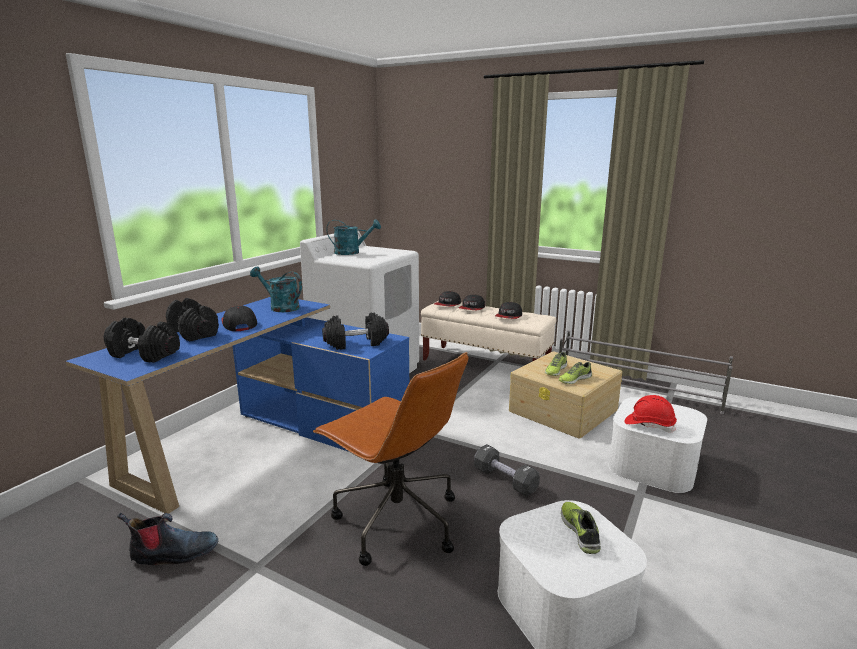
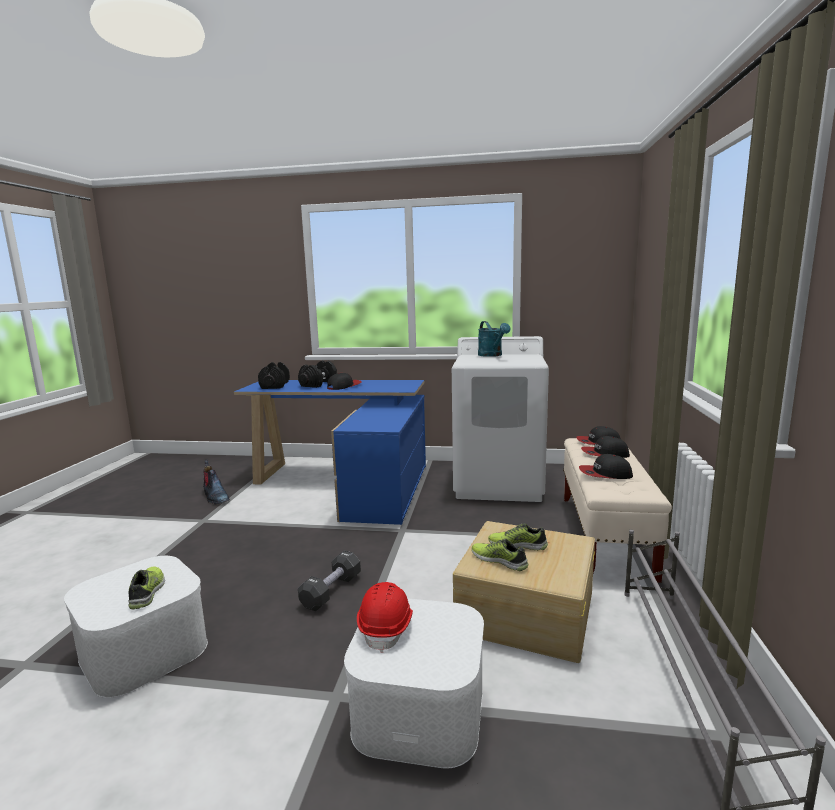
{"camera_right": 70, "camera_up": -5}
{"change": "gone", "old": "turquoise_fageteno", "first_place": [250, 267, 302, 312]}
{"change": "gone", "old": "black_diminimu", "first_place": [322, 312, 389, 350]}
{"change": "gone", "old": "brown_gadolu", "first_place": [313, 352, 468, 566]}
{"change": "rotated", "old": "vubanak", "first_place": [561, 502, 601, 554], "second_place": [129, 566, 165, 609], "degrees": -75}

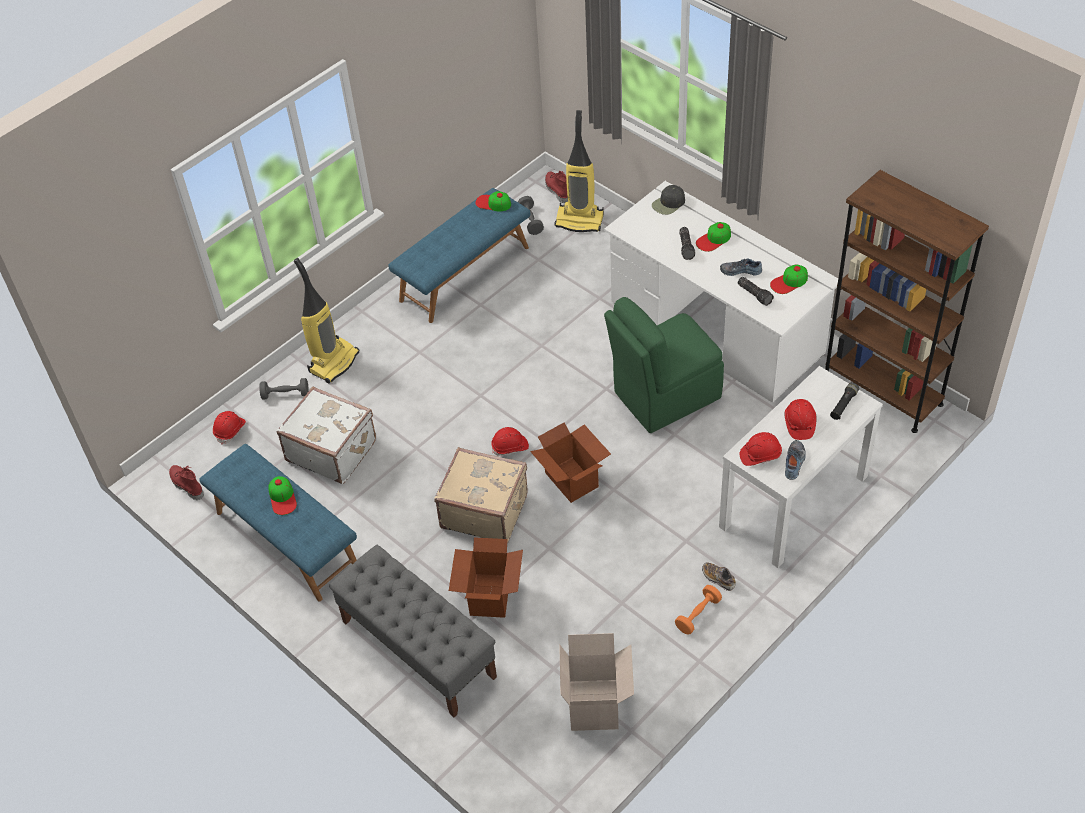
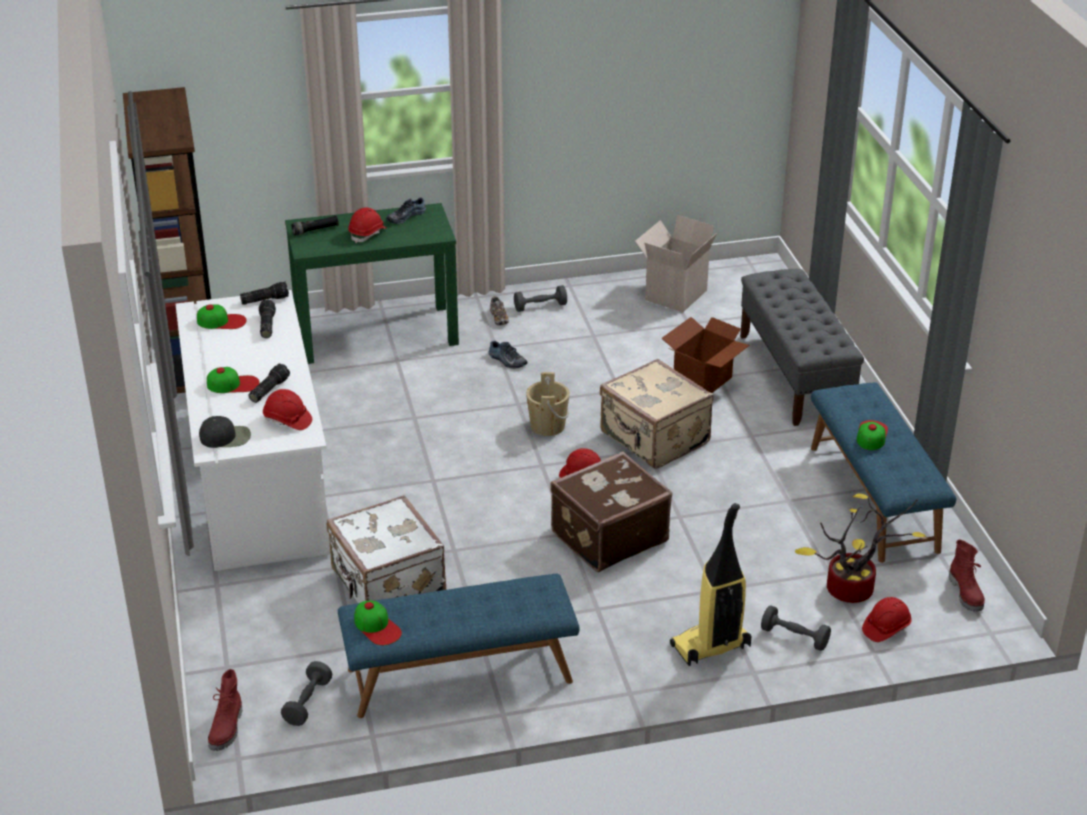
{"camera_right": -150, "camera_up": -15}
{"change": "gone", "old": "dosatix", "first_place": [554, 110, 604, 232]}
{"change": "shifted", "old": "vubanak", "first_place": [720, 259, 762, 276], "second_place": [489, 341, 527, 369]}
{"change": "gone", "old": "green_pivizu", "first_place": [604, 297, 724, 433]}
{"change": "repainted", "old": "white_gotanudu", "new": "green_gotanudu", "first_place": [719, 366, 883, 568], "second_place": [285, 203, 459, 364]}
{"change": "shifted", "old": "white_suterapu", "first_place": [277, 386, 376, 484], "second_place": [327, 495, 446, 603]}
{"change": "swapped", "old": "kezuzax", "new": "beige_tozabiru", "first_place": [530, 423, 611, 503], "second_place": [526, 372, 570, 436]}
{"change": "shifted", "old": "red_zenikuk", "first_place": [740, 432, 782, 466], "second_place": [263, 389, 312, 430]}
{"change": "repainted", "old": "orange_diminimu", "new": "grey_diminimu", "first_place": [675, 585, 722, 635], "second_place": [514, 285, 567, 312]}
{"change": "new", "new": "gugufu", "second_place": [240, 282, 289, 305]}
{"change": "new", "new": "brown_suterapu", "second_place": [550, 451, 672, 572]}
{"change": "new", "new": "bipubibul", "second_place": [795, 493, 927, 603]}

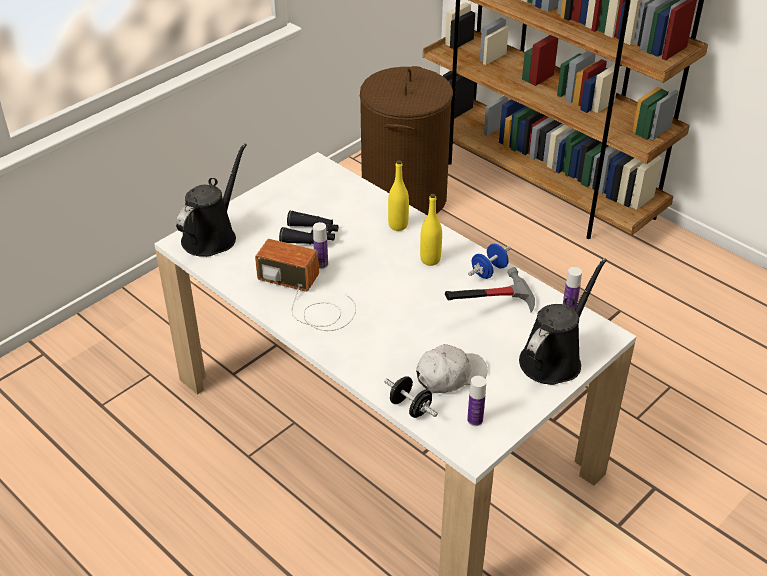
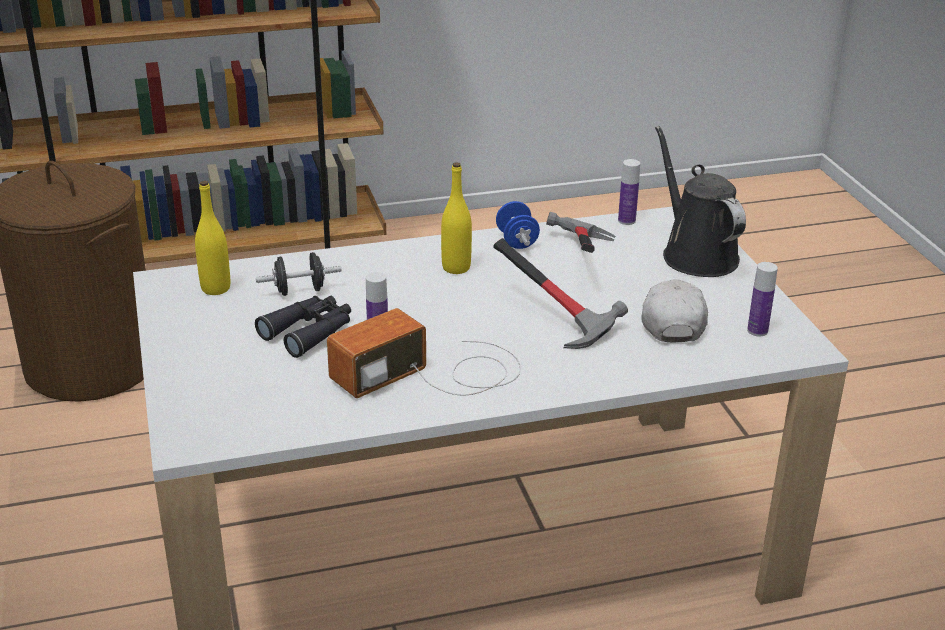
{"camera_right": -60, "camera_up": -10}
{"change": "gone", "old": "black_fageteno", "first_place": [176, 143, 247, 257]}
{"change": "shifted", "old": "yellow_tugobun", "first_place": [388, 160, 409, 231], "second_place": [195, 180, 230, 295]}
{"change": "shifted", "old": "black_diminimu", "first_place": [384, 376, 438, 418], "second_place": [256, 252, 342, 296]}
{"change": "new", "new": "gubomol", "second_place": [493, 238, 628, 349]}

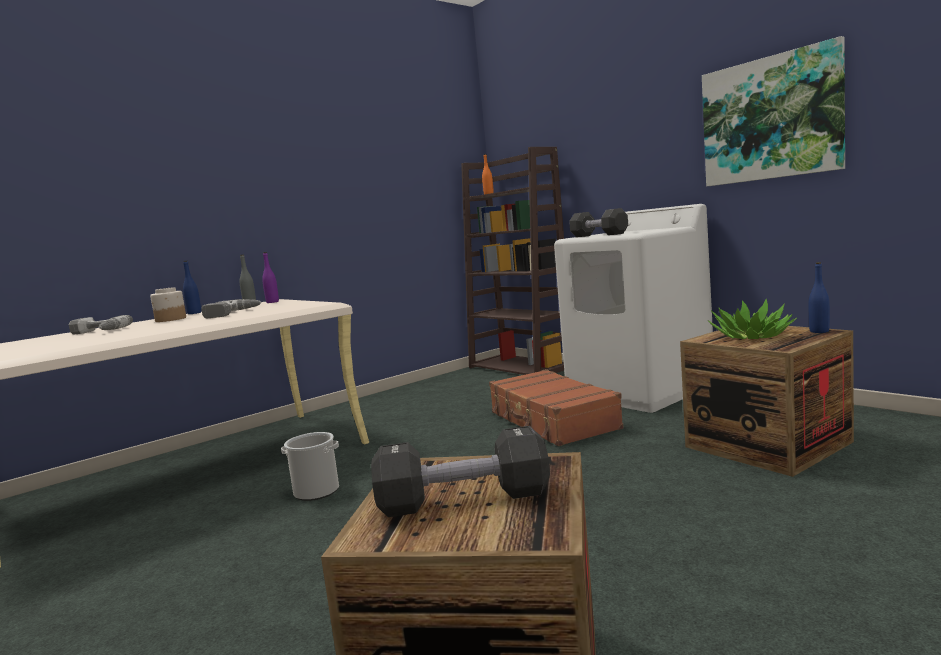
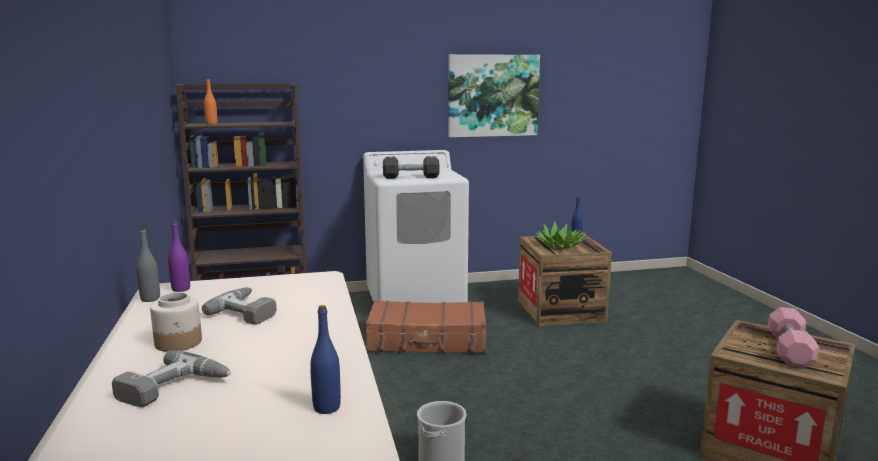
{"camera_right": -65, "camera_up": 5}
{"change": "shifted", "old": "blue_tugobun", "first_place": [183, 261, 201, 314], "second_place": [310, 305, 341, 414]}
{"change": "repainted", "old": "black_diminimu", "new": "pink_diminimu", "first_place": [371, 426, 550, 517], "second_place": [768, 307, 819, 368]}

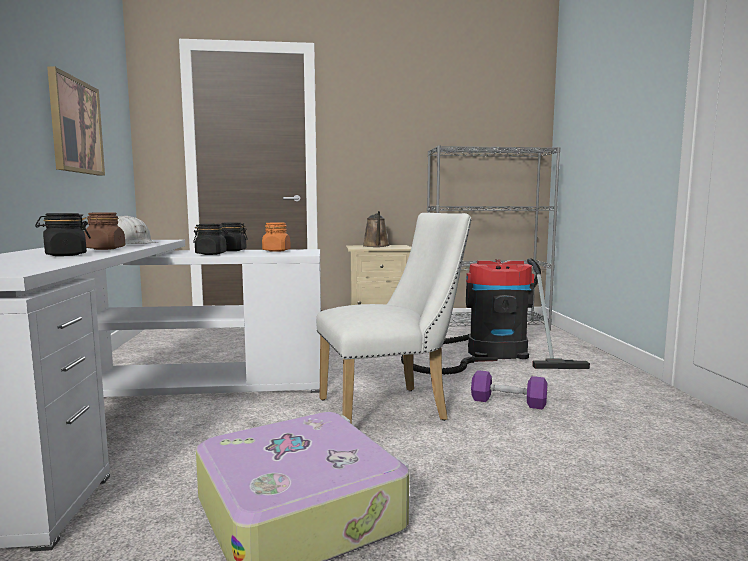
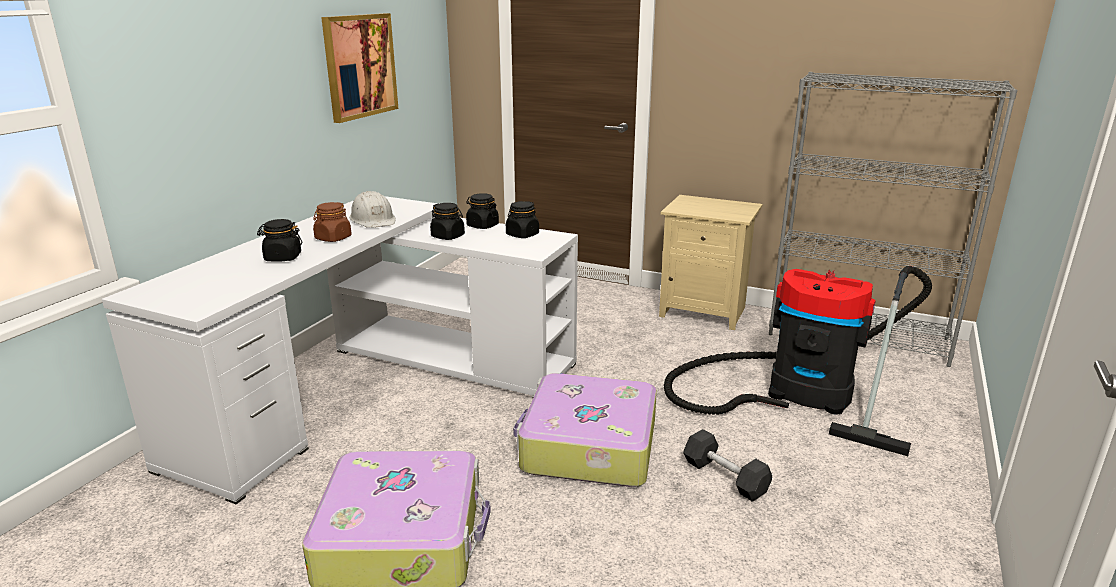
{"camera_right": 30, "camera_up": 15}
{"change": "gone", "old": "brown_fageteno", "first_place": [363, 211, 390, 247]}
{"change": "swapped", "old": "white_pivizu", "new": "suterapu", "first_place": [316, 213, 471, 424], "second_place": [513, 373, 657, 487]}
{"change": "repainted", "old": "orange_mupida", "new": "black_mupida", "first_place": [262, 223, 291, 252], "second_place": [506, 201, 539, 238]}
{"change": "repainted", "old": "purple_diminimu", "new": "grey_diminimu", "first_place": [471, 370, 547, 409], "second_place": [683, 429, 772, 502]}

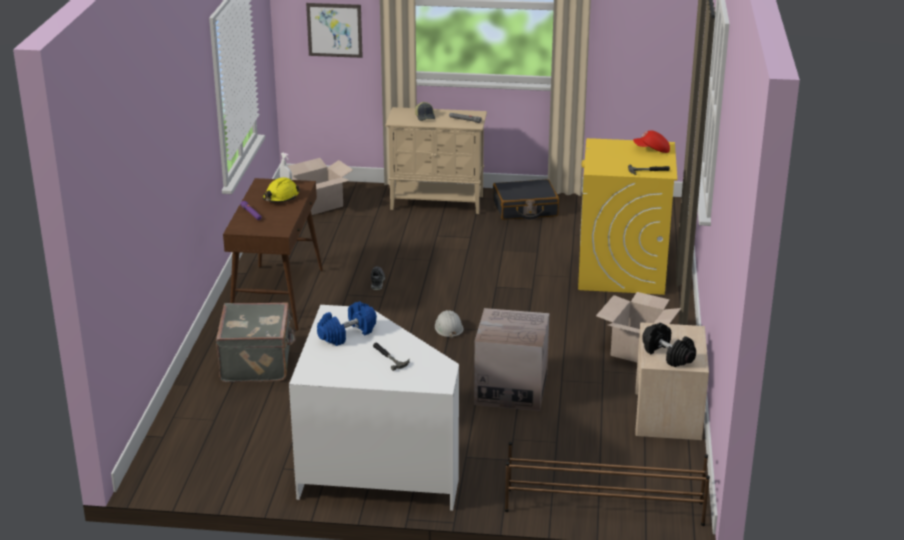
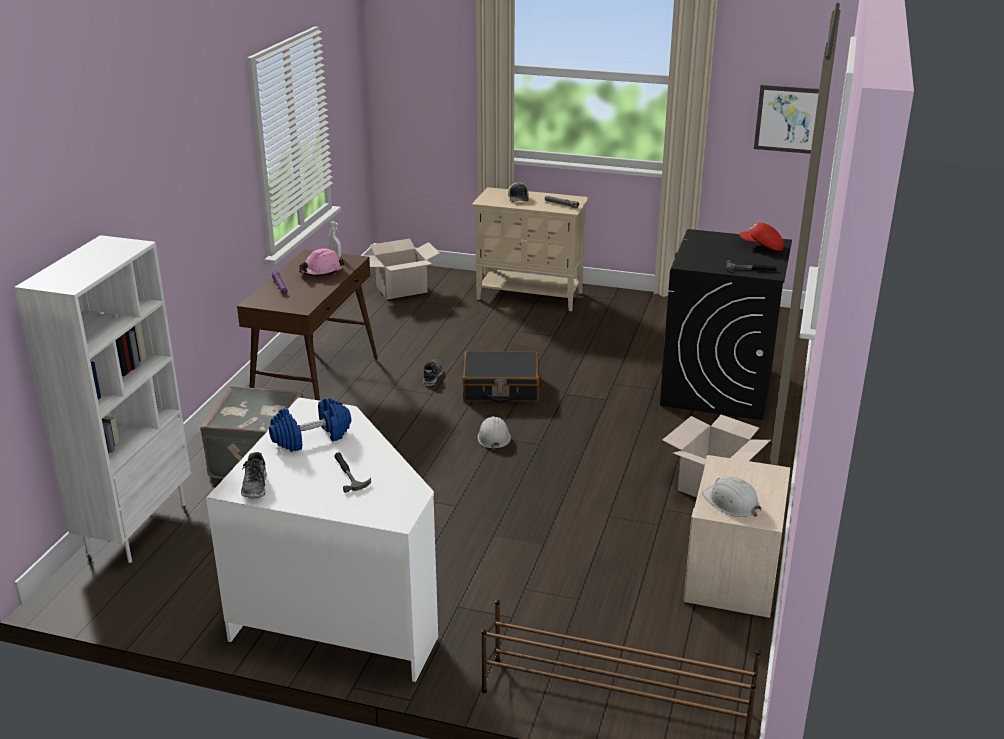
{"camera_right": 10, "camera_up": 0}
{"change": "shifted", "old": "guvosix", "first_place": [306, 3, 363, 58], "second_place": [754, 85, 819, 154]}
{"change": "repainted", "old": "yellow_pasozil", "new": "black_pasozil", "first_place": [578, 138, 677, 295], "second_place": [660, 229, 792, 420]}
{"change": "repainted", "old": "yellow_zenikuk", "new": "pink_zenikuk", "first_place": [263, 177, 300, 202], "second_place": [299, 248, 344, 276]}
{"change": "shifted", "old": "black_suterapu", "first_place": [493, 179, 559, 220], "second_place": [463, 351, 539, 403]}
{"change": "gone", "old": "kezuzax", "first_place": [474, 308, 549, 411]}
{"change": "swapped", "old": "black_diminimu", "new": "white_zenikuk", "first_place": [642, 323, 696, 367], "second_place": [702, 476, 761, 517]}
{"change": "new", "new": "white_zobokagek", "second_place": [14, 235, 191, 563]}
{"change": "new", "new": "vubanak", "second_place": [241, 452, 267, 499]}

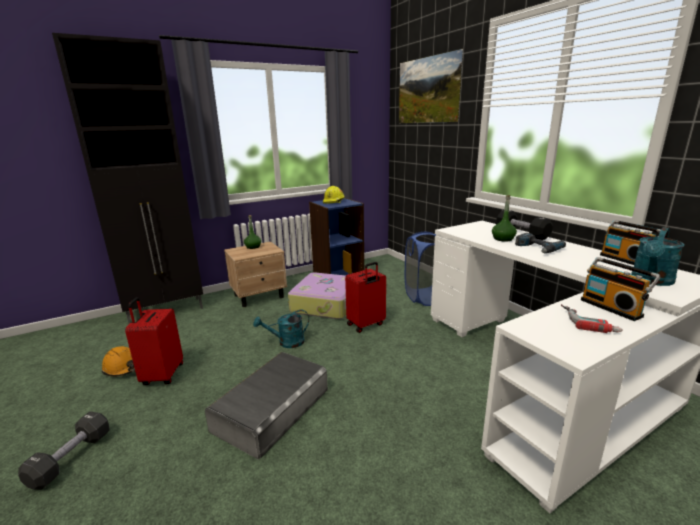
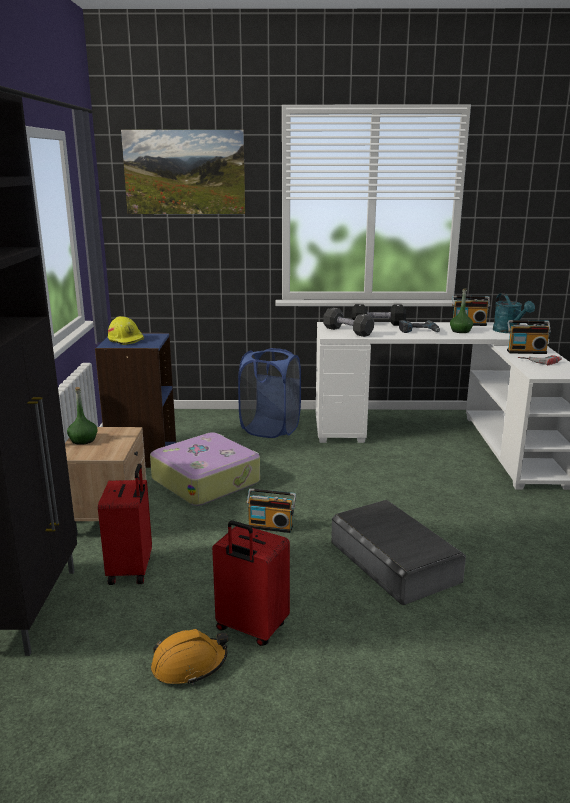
{"camera_right": -60, "camera_up": 0}
{"change": "shifted", "old": "green_tugobun", "first_place": [492, 195, 517, 242], "second_place": [450, 288, 473, 333]}
{"change": "shifted", "old": "red_suterapu", "first_place": [345, 262, 386, 333], "second_place": [98, 464, 152, 585]}
{"change": "swapped", "old": "turquoise_fageteno", "new": "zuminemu", "first_place": [253, 310, 309, 348], "second_place": [246, 488, 296, 533]}
{"change": "shifted", "old": "black_diminimu", "first_place": [18, 411, 110, 490], "second_place": [323, 307, 374, 337]}

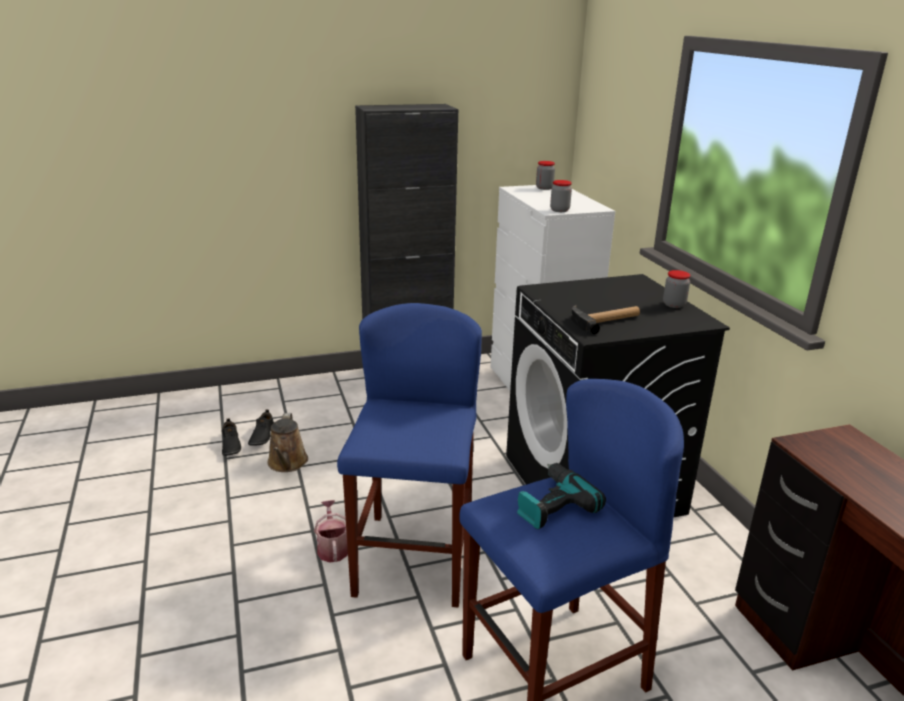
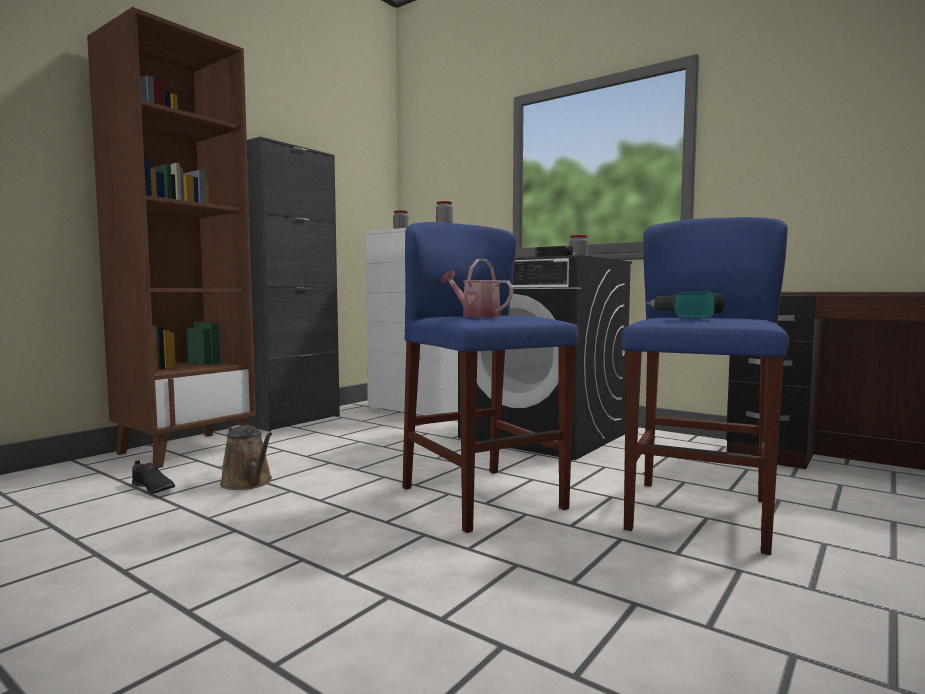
{"camera_right": -35, "camera_up": -20}
{"change": "gone", "old": "black_vubanak", "first_place": [248, 410, 274, 445]}
{"change": "shifted", "old": "fageteno", "first_place": [314, 500, 348, 562], "second_place": [440, 259, 514, 317]}
{"change": "new", "new": "brown_zobokagek", "second_place": [87, 7, 256, 468]}

